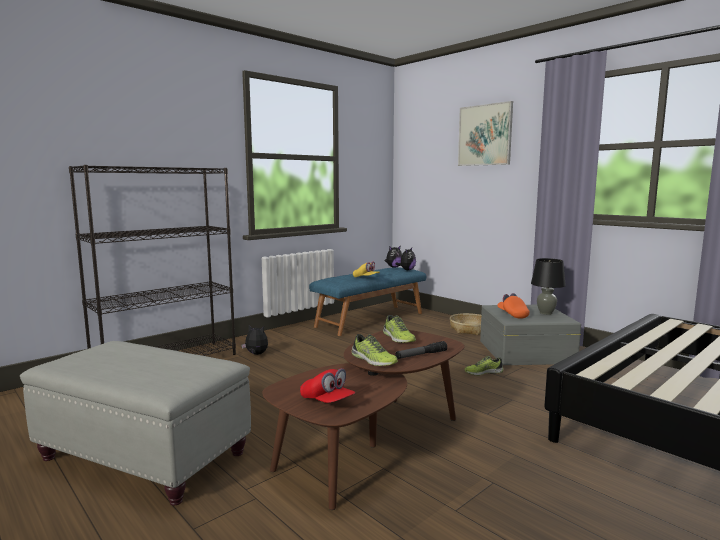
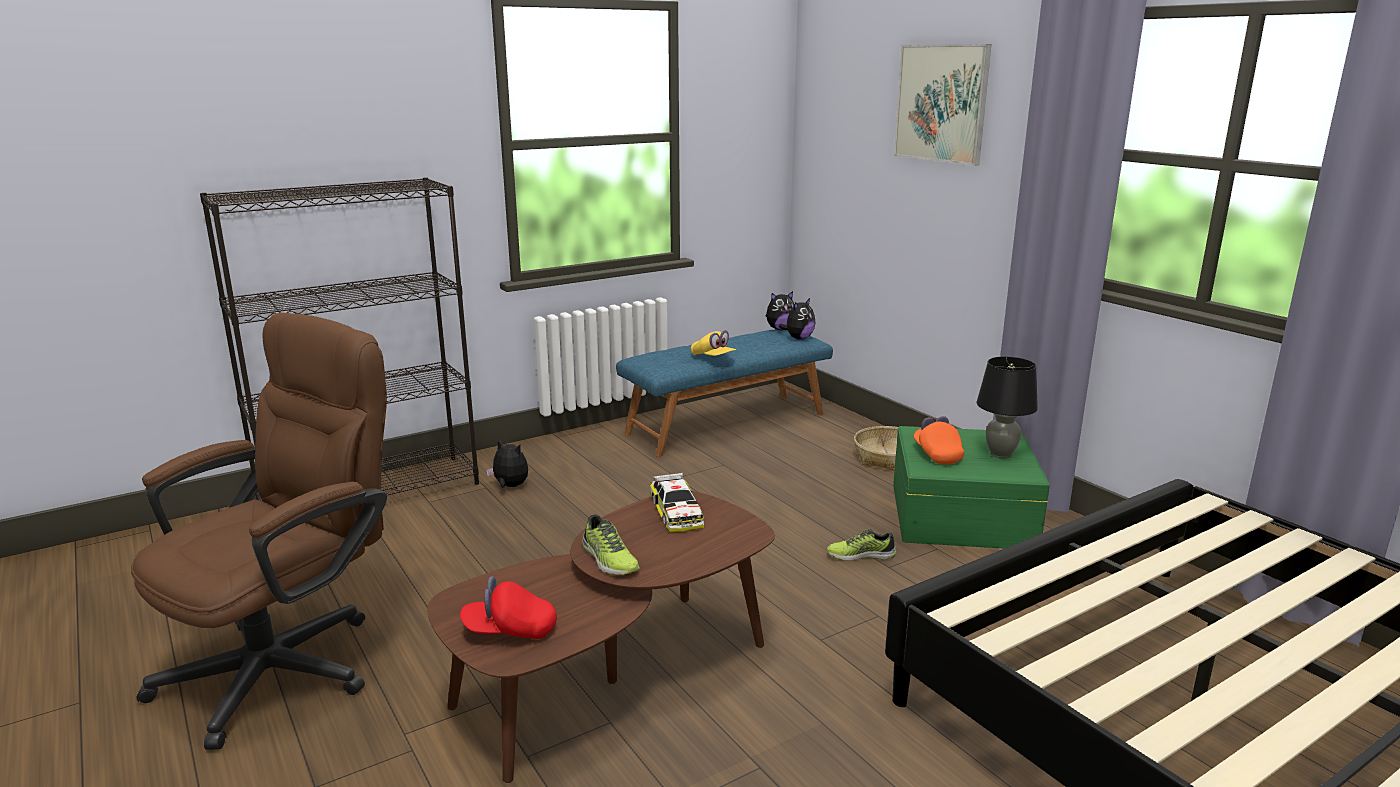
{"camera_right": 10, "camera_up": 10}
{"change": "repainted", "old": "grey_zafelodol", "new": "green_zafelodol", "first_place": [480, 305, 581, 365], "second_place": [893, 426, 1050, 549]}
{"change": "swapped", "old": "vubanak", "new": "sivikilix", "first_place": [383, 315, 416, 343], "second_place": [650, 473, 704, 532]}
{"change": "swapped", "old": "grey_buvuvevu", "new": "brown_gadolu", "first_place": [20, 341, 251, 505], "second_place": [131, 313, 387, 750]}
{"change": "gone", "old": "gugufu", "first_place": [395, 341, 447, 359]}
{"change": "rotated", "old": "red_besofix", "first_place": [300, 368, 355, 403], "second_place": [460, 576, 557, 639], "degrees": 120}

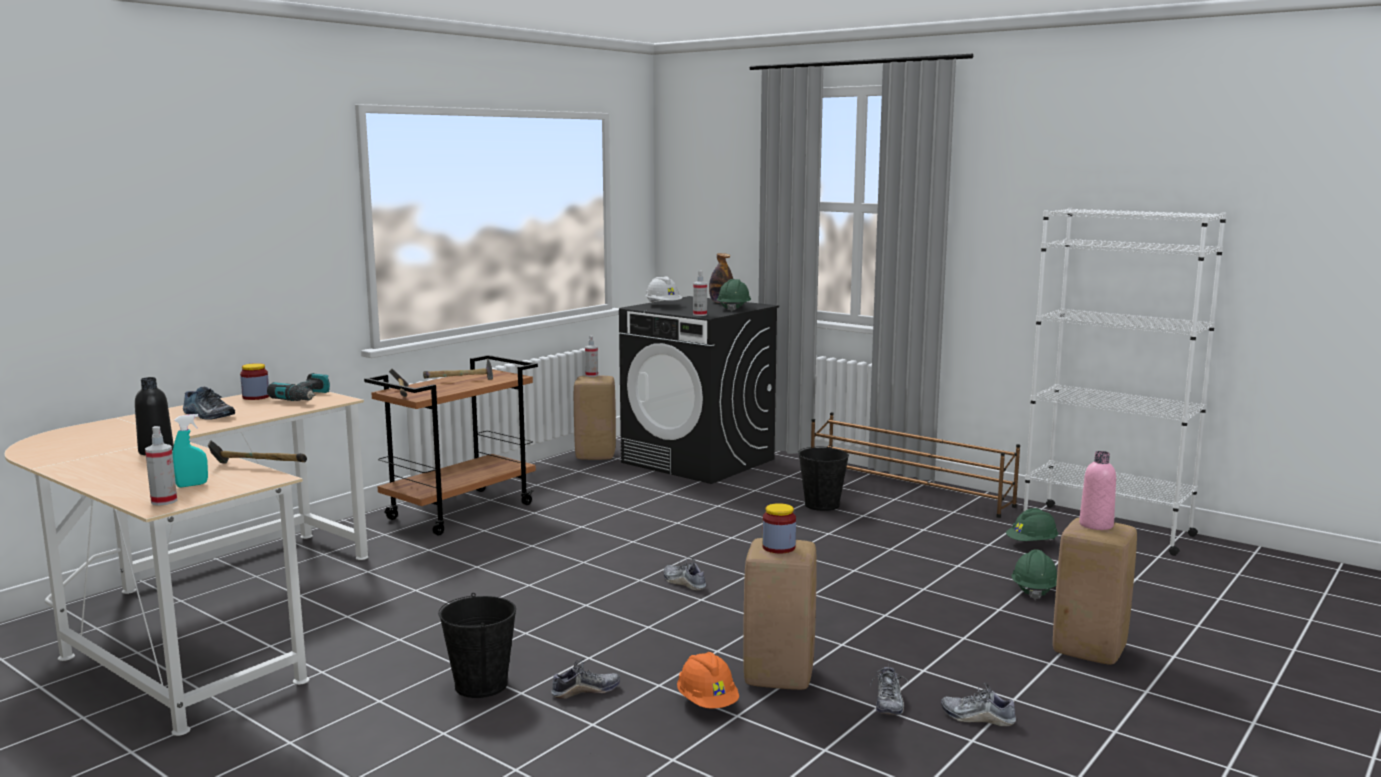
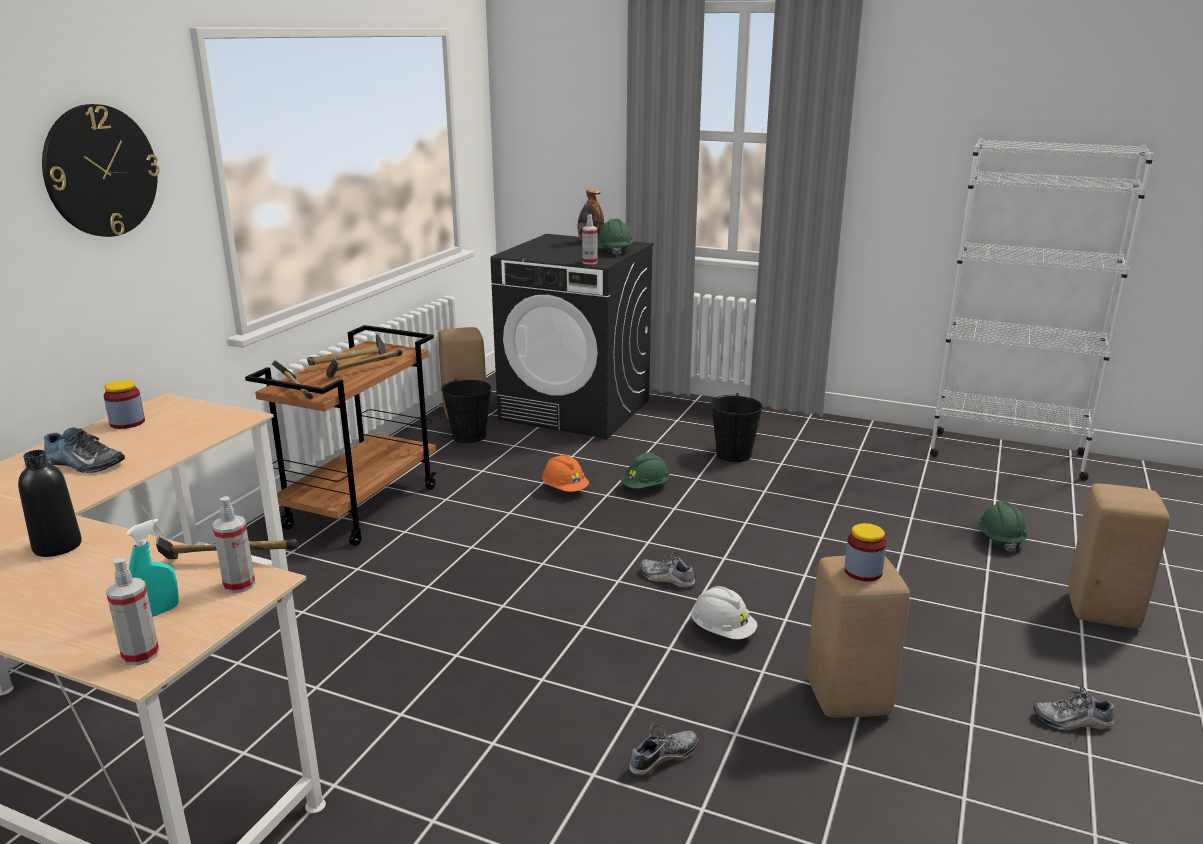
{"camera_right": -15, "camera_up": 10}
{"change": "shifted", "old": "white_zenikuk", "first_place": [645, 276, 682, 303], "second_place": [691, 586, 757, 639]}
{"change": "shifted", "old": "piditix", "first_place": [585, 336, 598, 377], "second_place": [212, 496, 256, 593]}
{"change": "gone", "old": "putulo", "first_place": [267, 373, 330, 401]}
{"change": "gone", "old": "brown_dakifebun", "first_place": [811, 412, 1020, 518]}
{"change": "gone", "old": "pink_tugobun", "first_place": [1079, 451, 1116, 530]}
{"change": "shifted", "old": "green_zenikuk", "first_place": [1006, 508, 1058, 541], "second_place": [620, 452, 670, 489]}
{"change": "shifted", "old": "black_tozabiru", "first_place": [438, 593, 516, 698], "second_place": [441, 379, 491, 443]}
{"change": "shifted", "old": "orange_zenikuk", "first_place": [677, 652, 739, 709], "second_place": [542, 454, 589, 492]}
{"change": "gone", "old": "vubanak", "first_place": [870, 665, 909, 715]}
{"change": "new", "new": "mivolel", "second_place": [42, 104, 159, 237]}
{"change": "new", "new": "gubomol", "second_place": [326, 349, 402, 378]}

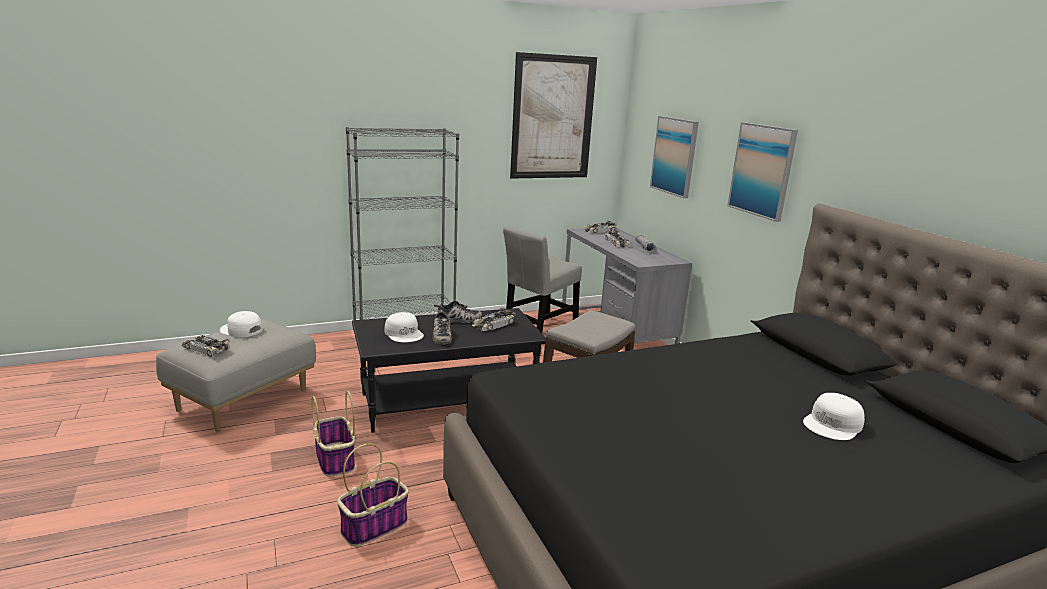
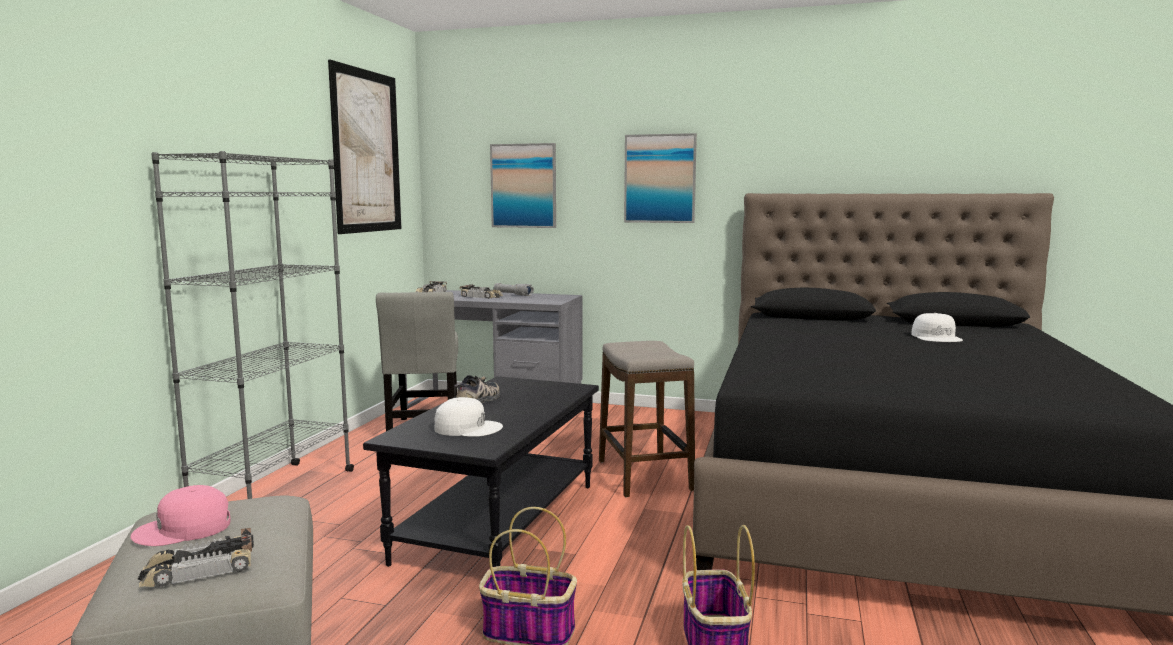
{"camera_right": -50, "camera_up": -10}
{"change": "gone", "old": "sivikilix", "first_place": [472, 308, 516, 331]}
{"change": "gone", "old": "vubanak", "first_place": [432, 310, 452, 345]}
{"change": "repainted", "old": "white_besofix", "new": "pink_besofix", "first_place": [220, 311, 263, 338], "second_place": [130, 485, 231, 546]}

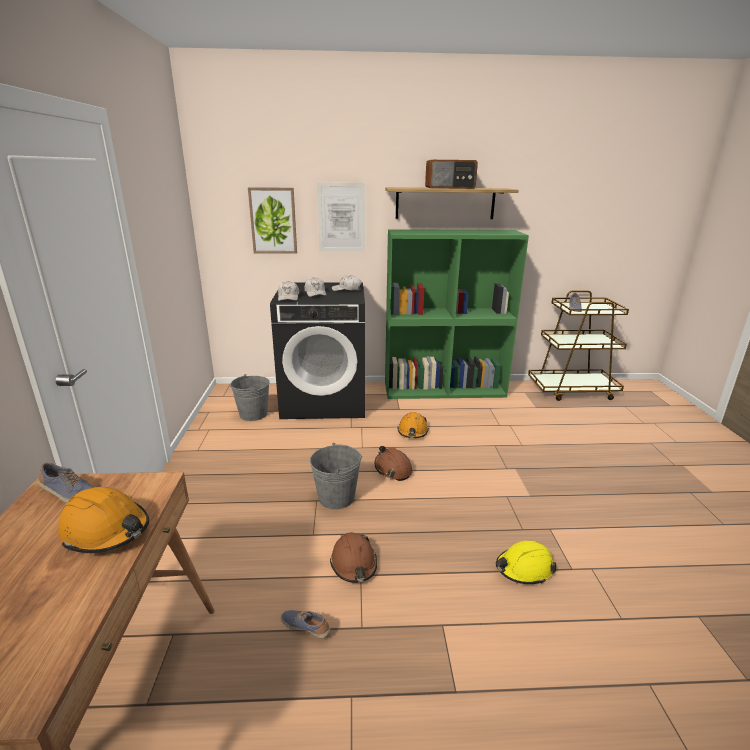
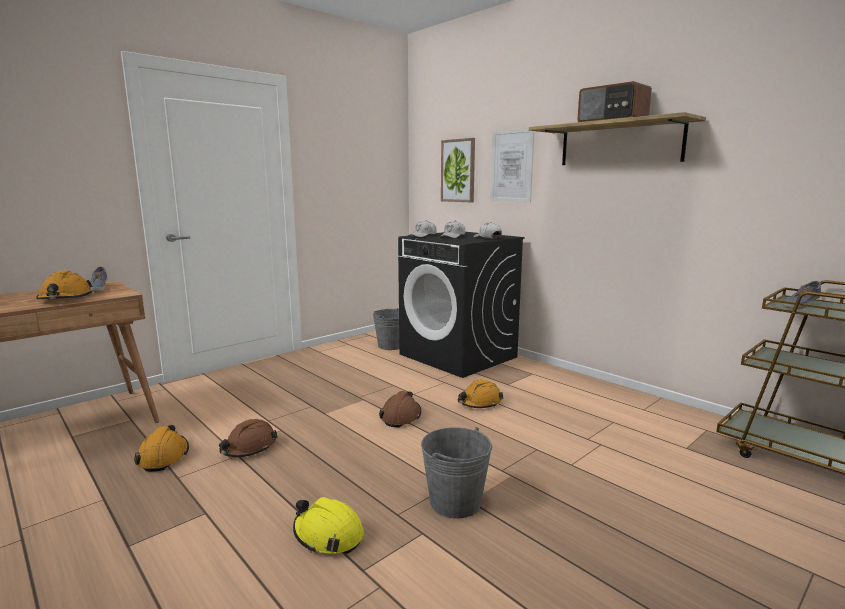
{"camera_right": 50, "camera_up": -10}
{"change": "gone", "old": "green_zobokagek", "first_place": [385, 229, 529, 399]}
{"change": "shifted", "old": "grey_tozabiru", "first_place": [310, 443, 362, 509], "second_place": [421, 427, 492, 519]}
{"change": "swapped", "old": "vubanak", "new": "orange_zenikuk", "first_place": [281, 610, 330, 638], "second_place": [134, 425, 189, 472]}

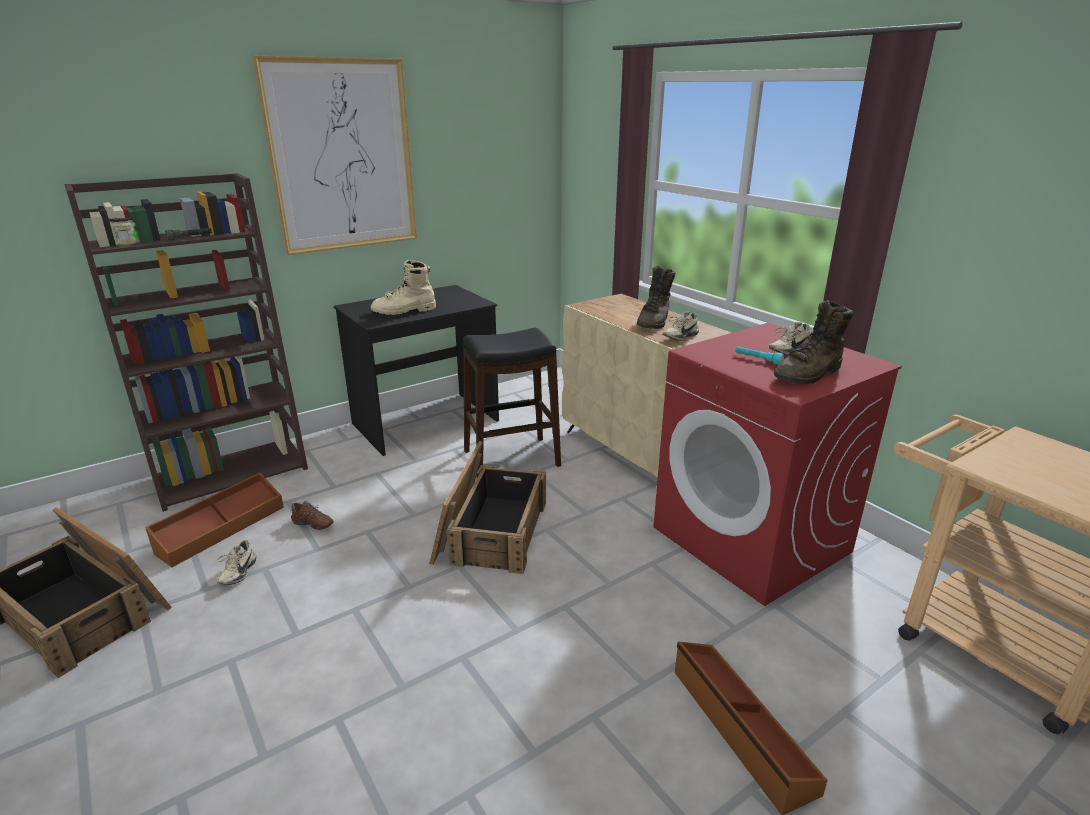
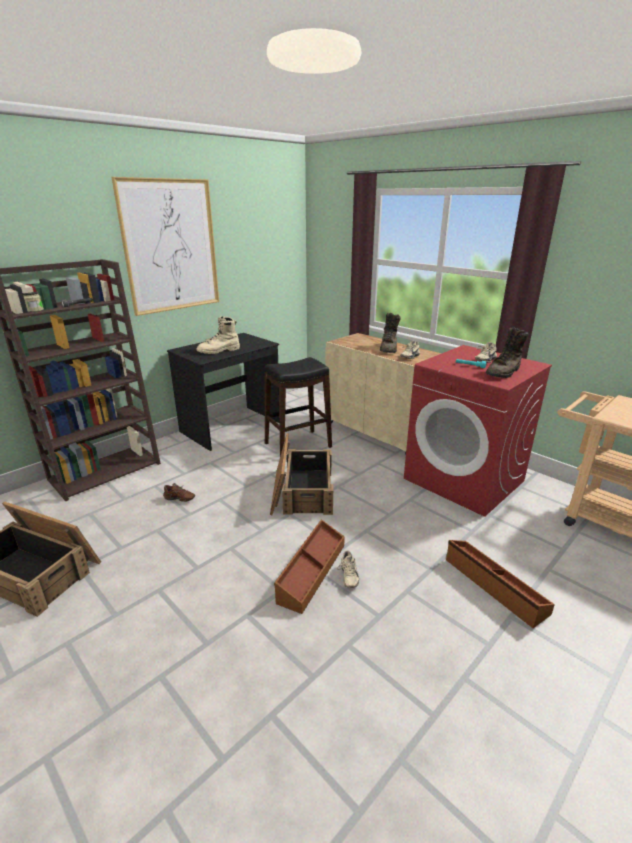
{"camera_right": -10, "camera_up": 0}
{"change": "shifted", "old": "brown_zafelodol", "first_place": [145, 473, 284, 567], "second_place": [274, 519, 345, 614]}
{"change": "shifted", "old": "beige_vubanak", "first_place": [217, 540, 256, 585], "second_place": [337, 551, 359, 588]}

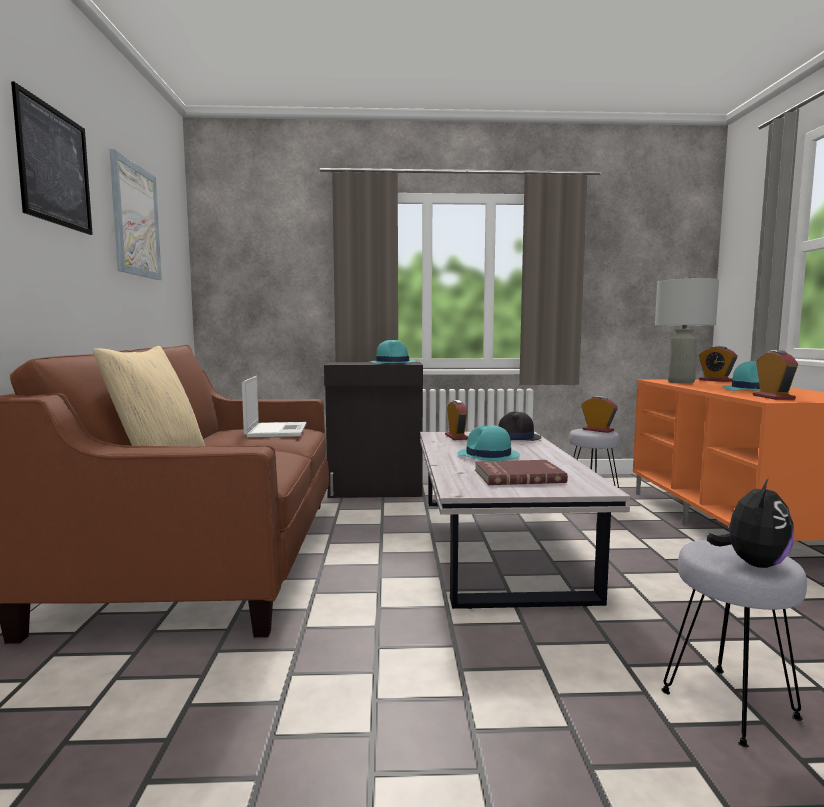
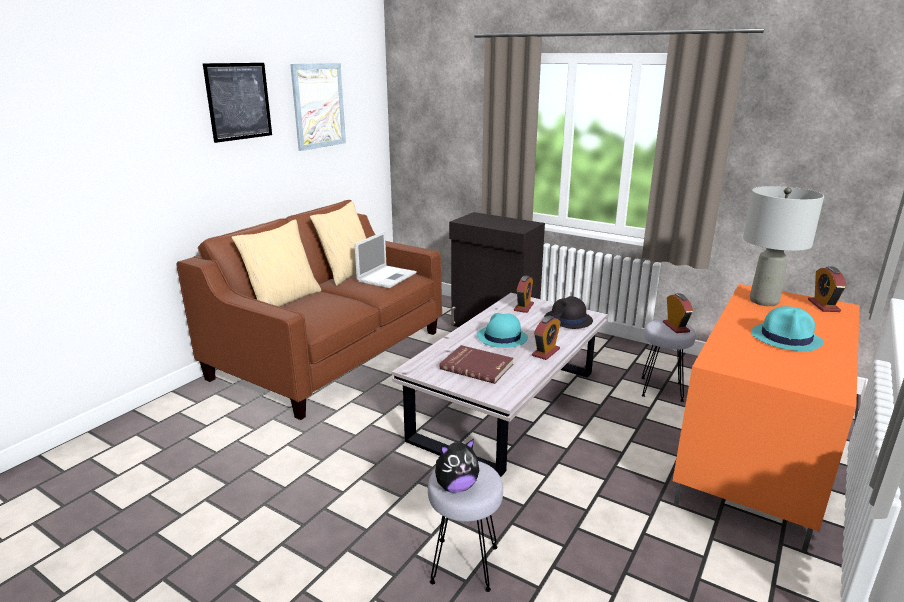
{"camera_right": 35, "camera_up": 15}
{"change": "gone", "old": "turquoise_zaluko", "first_place": [370, 340, 416, 364]}
{"change": "shifted", "old": "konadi", "first_place": [753, 350, 798, 400], "second_place": [532, 316, 561, 360]}
{"change": "new", "new": "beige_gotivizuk", "second_place": [310, 201, 366, 286]}

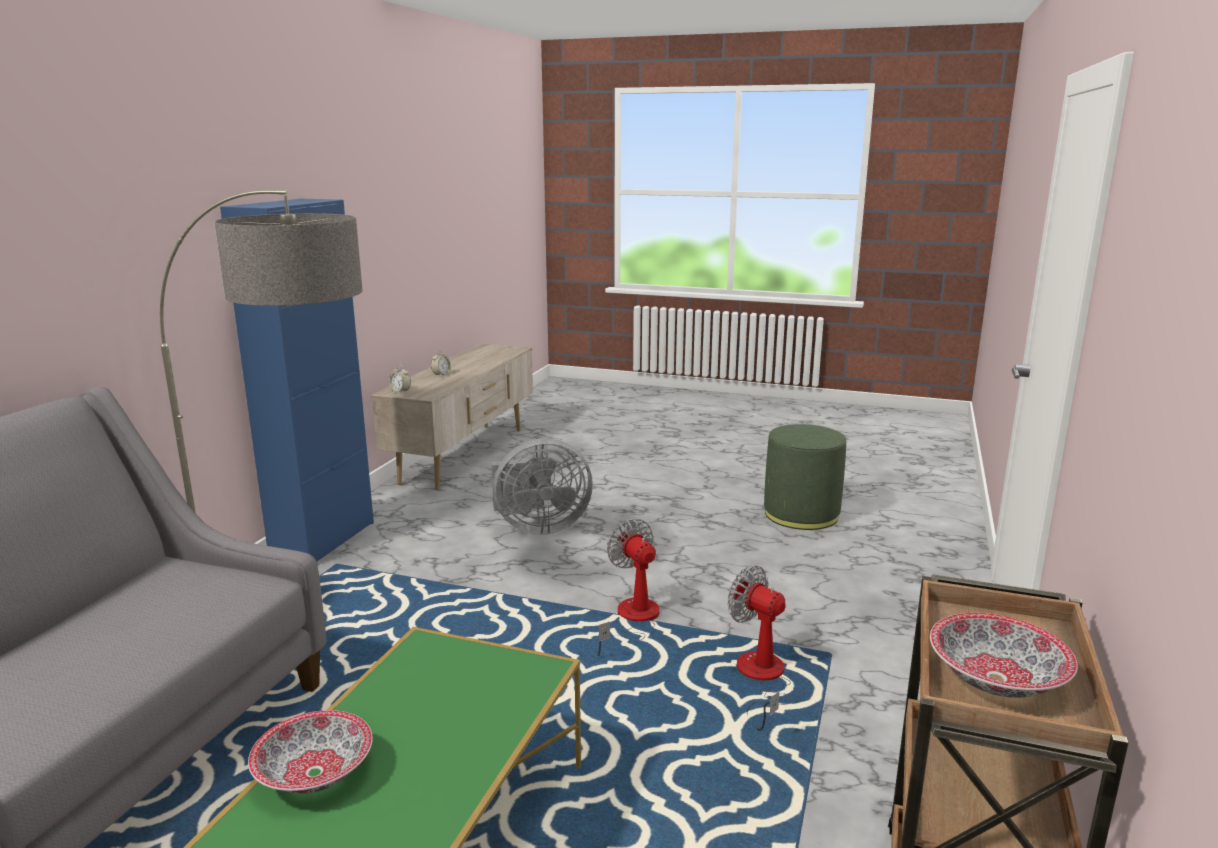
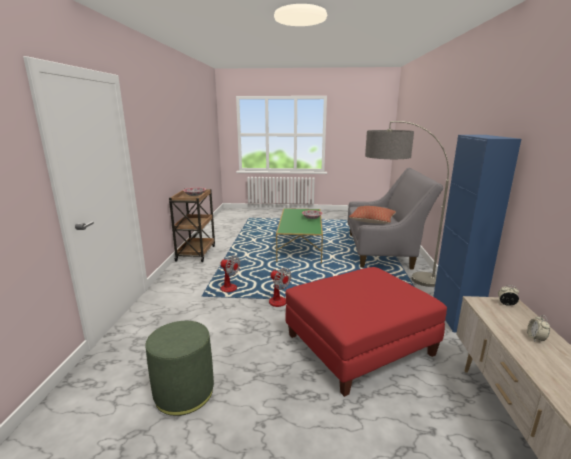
{"camera_right": 165, "camera_up": 0}
{"change": "swapped", "old": "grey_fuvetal", "new": "red_buvuvevu", "first_place": [491, 438, 593, 535], "second_place": [286, 267, 447, 397]}
{"change": "new", "new": "gotivizuk", "second_place": [349, 206, 396, 224]}

